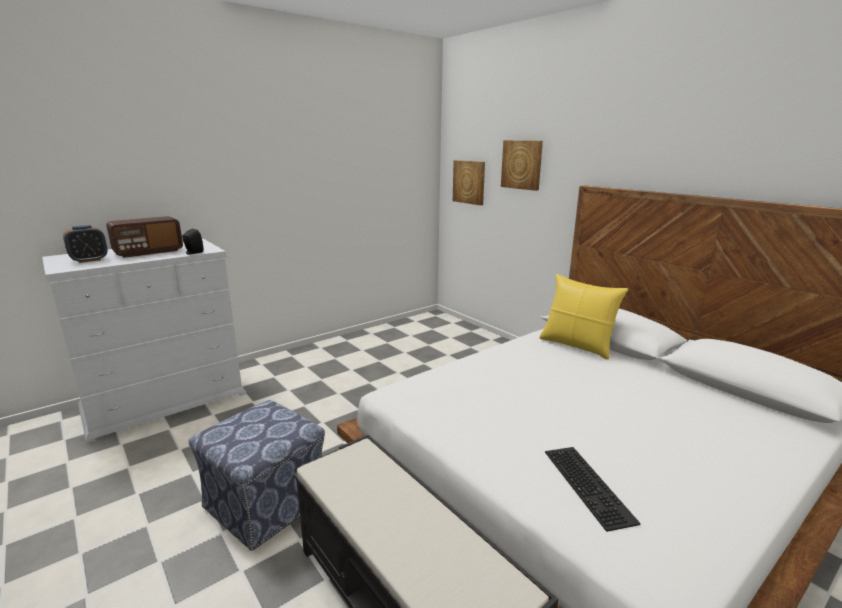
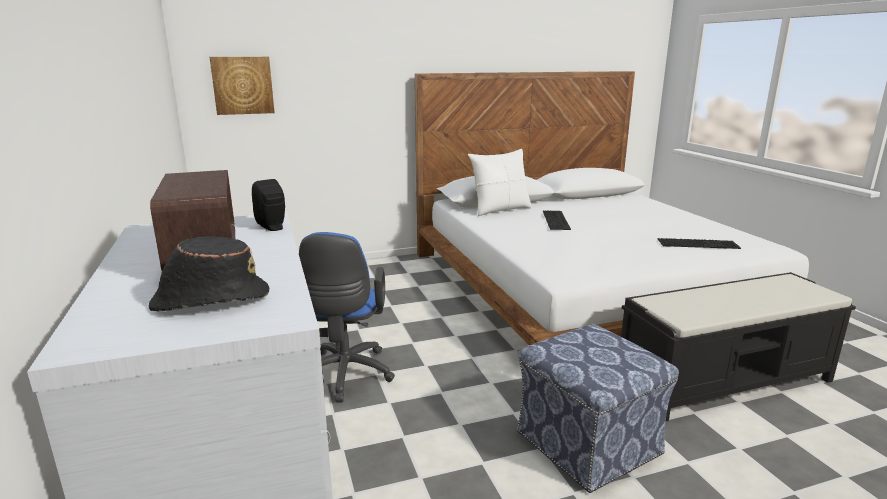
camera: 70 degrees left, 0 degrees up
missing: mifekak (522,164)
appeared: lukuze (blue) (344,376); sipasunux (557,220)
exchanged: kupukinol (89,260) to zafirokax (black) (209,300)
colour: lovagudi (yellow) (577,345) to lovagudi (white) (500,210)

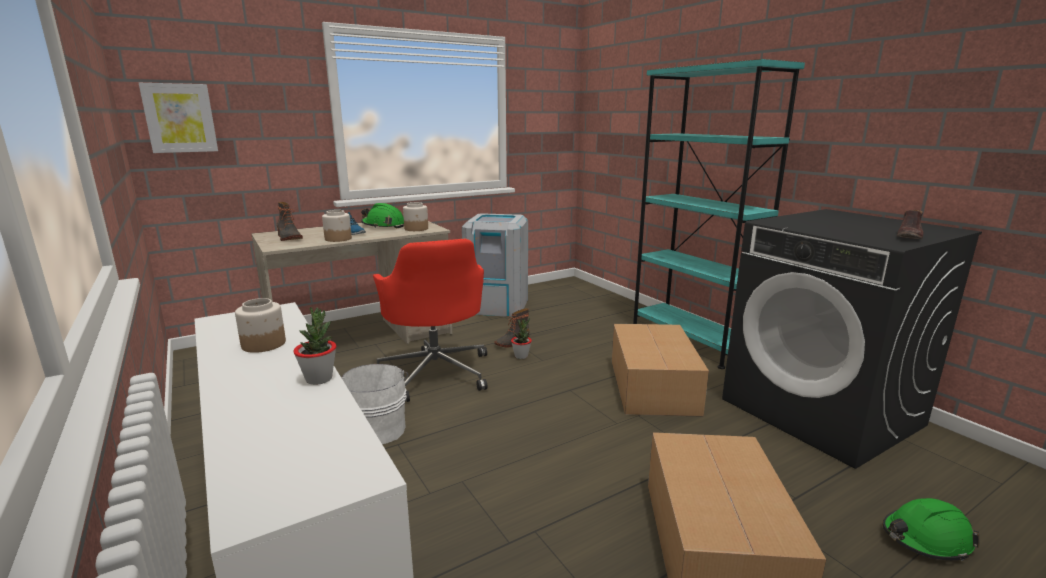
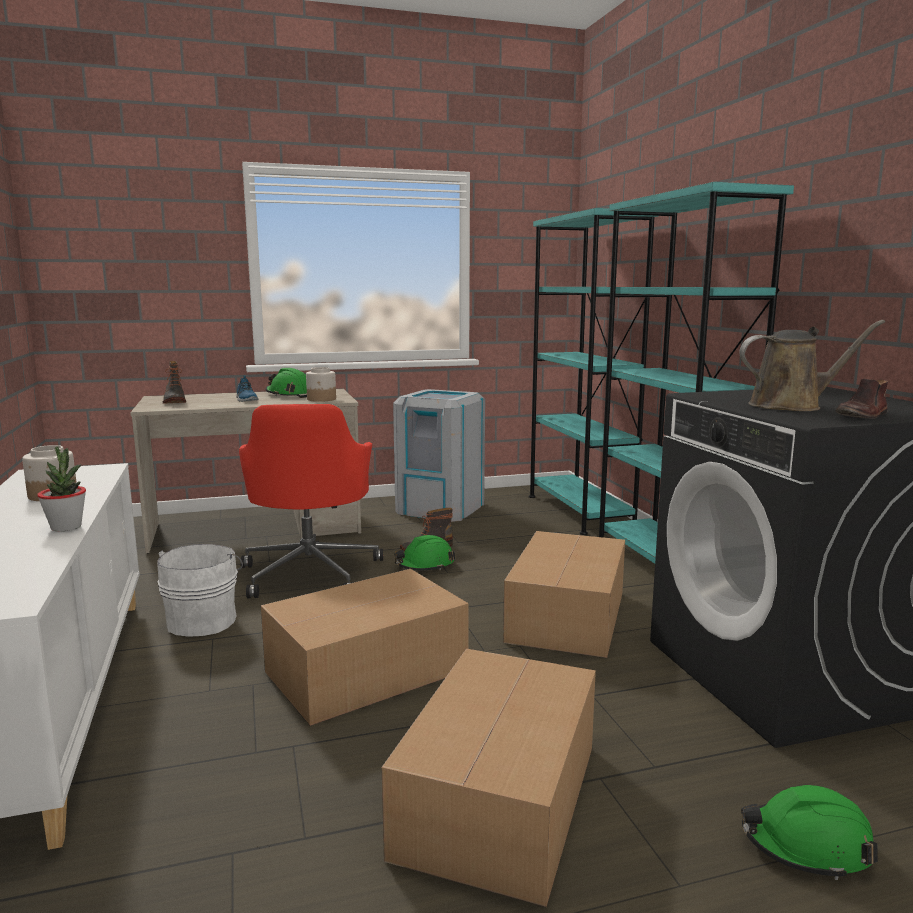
camera: 15 degrees right, 5 degrees down
missing: mifekak (180,118); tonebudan (338,239)
appeared: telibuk (370,671); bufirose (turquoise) (579,511); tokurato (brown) (791,406)
exchanged: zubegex (521,356) to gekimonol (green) (425,565)

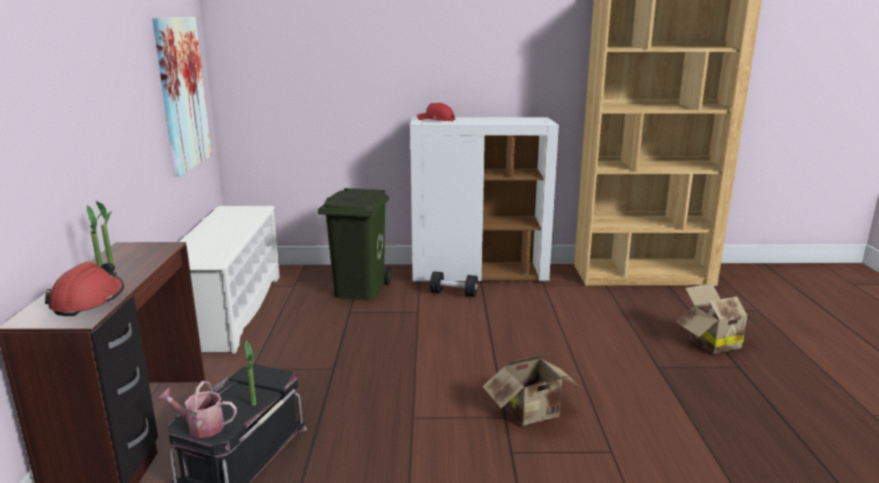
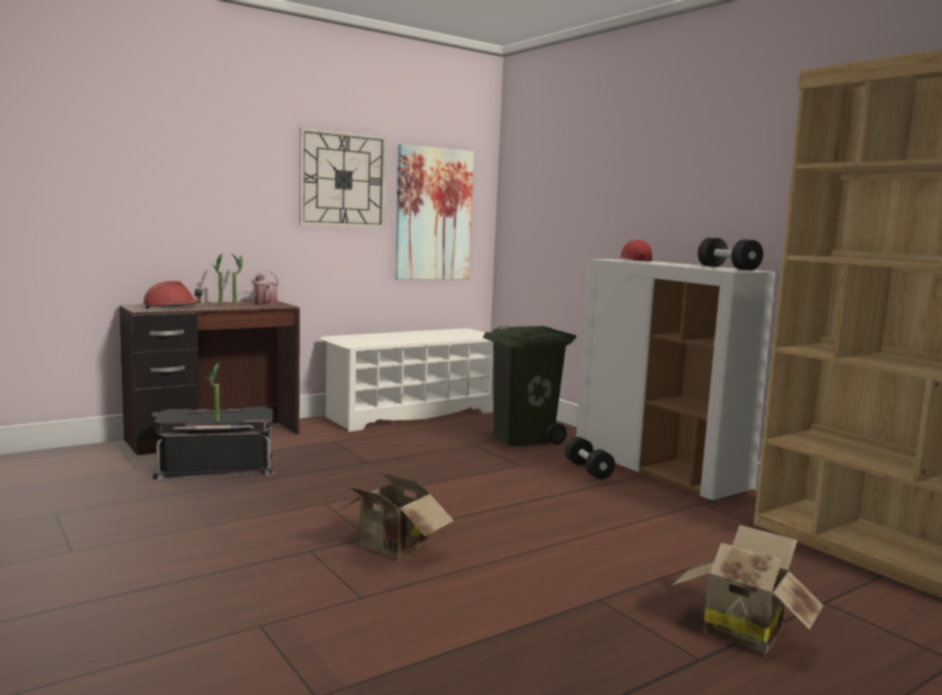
camera: 55 degrees right, 10 degrees down
appeared: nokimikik (342,179); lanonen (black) (728,268)
relocated: tokurato (201,427) to (265,303)

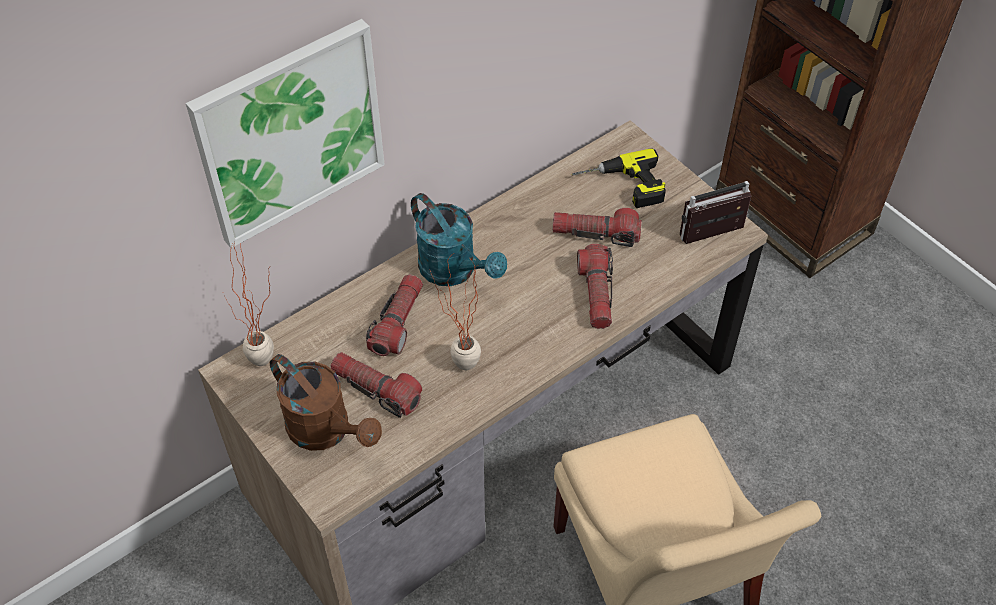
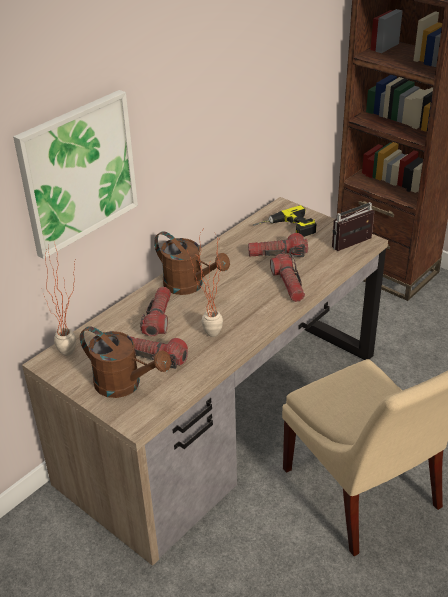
camera: 10 degrees left, 15 degrees down
colour: tokurato (turquoise) (455,271) to tokurato (brown) (189,286)

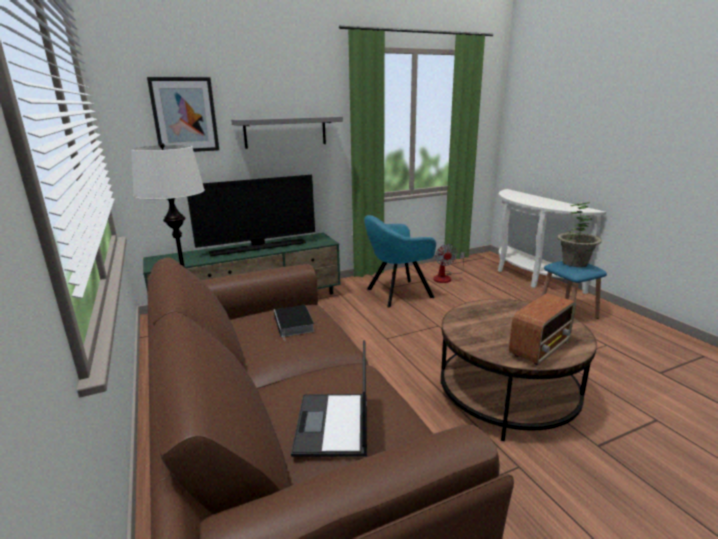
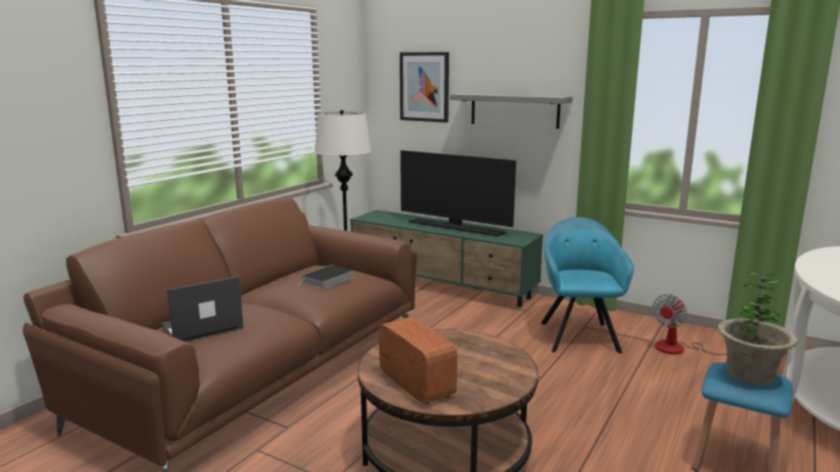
camera: 55 degrees right, 5 degrees down
spun: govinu (540,348) = (416,384) 135 degrees counterclockwise; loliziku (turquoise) (397,293) = (578,335) 60 degrees clockwise

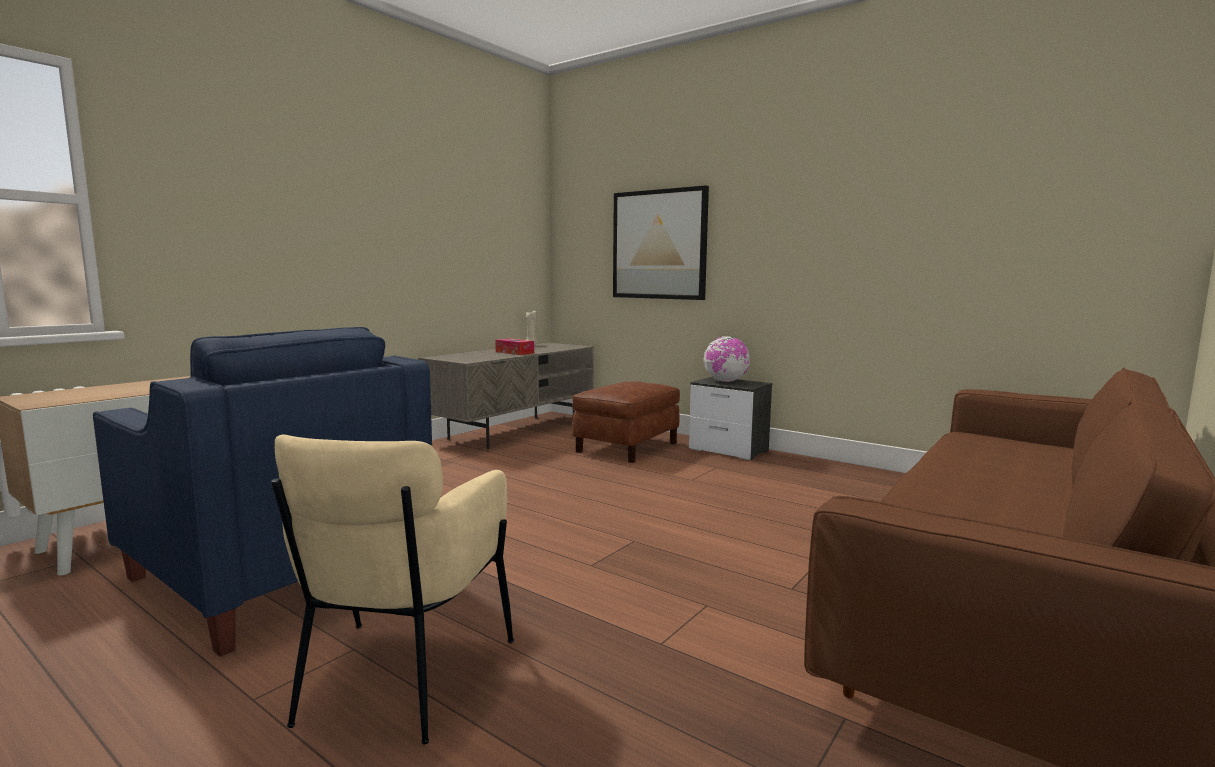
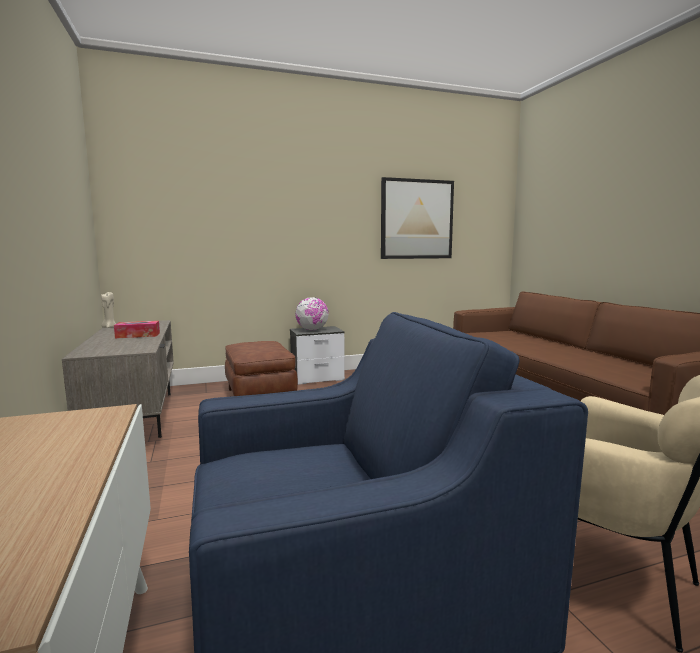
camera: 55 degrees left, 0 degrees up
relocated: mifekak (659,245) to (416,219)

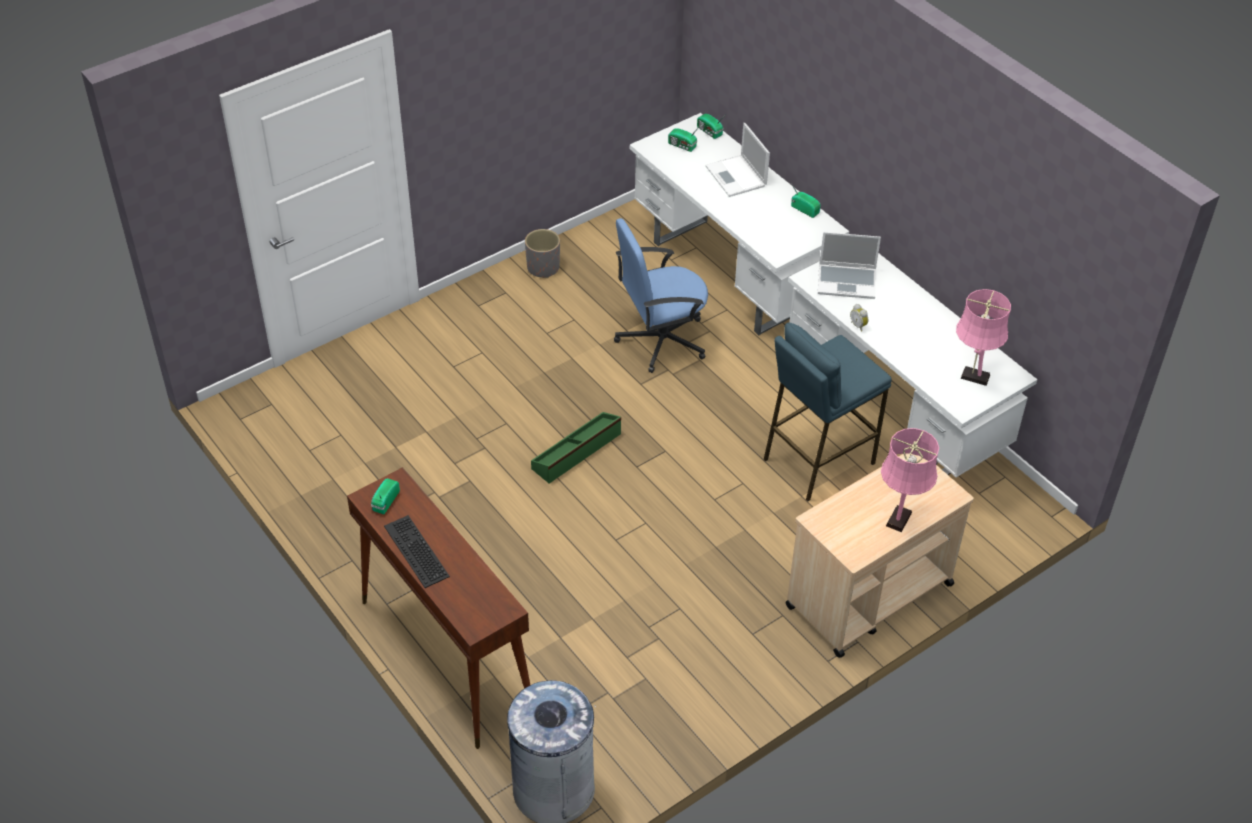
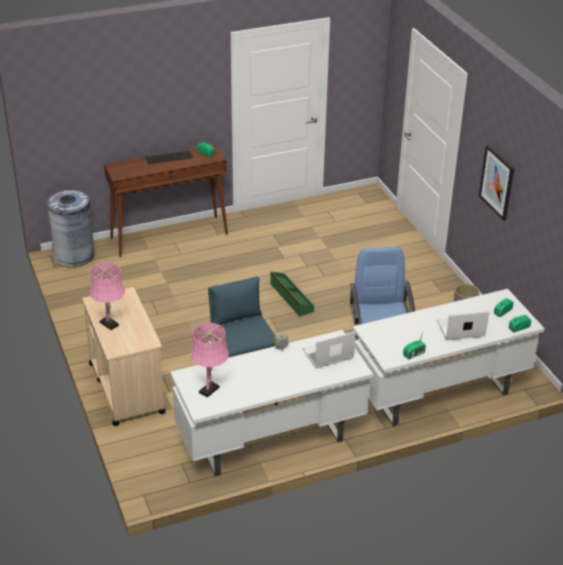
camera: 105 degrees right, 10 degrees down
appeared: mifekak (497,182)
spun: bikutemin (847,282) = (327,355) 45 degrees clockwise

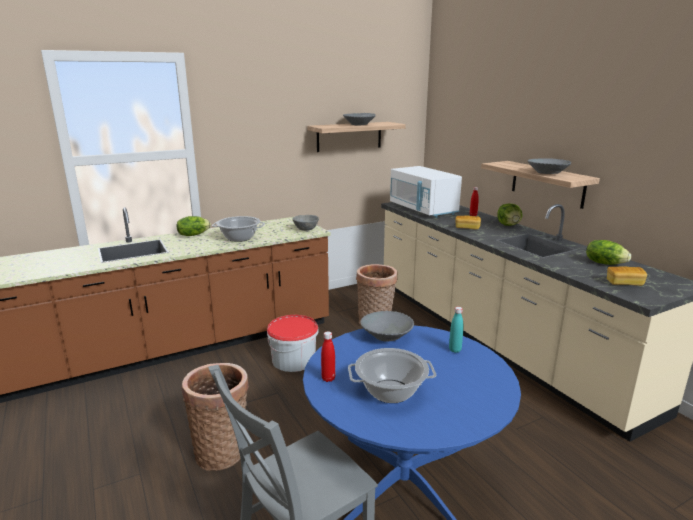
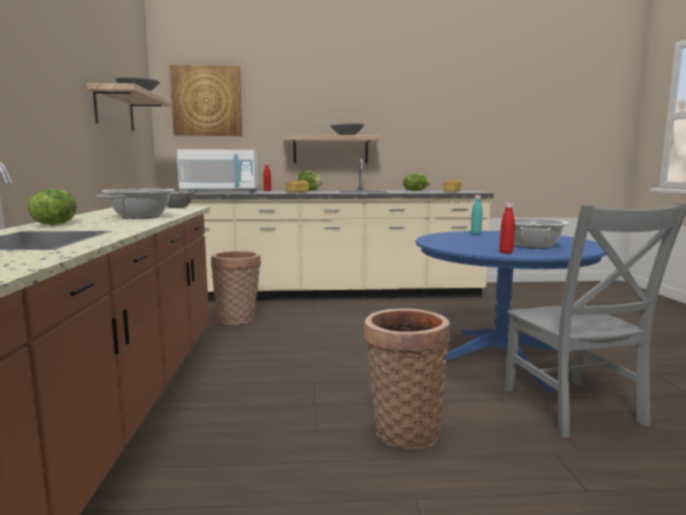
camera: 65 degrees left, 10 degrees down
missing: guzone (293,359); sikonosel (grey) (386,336)
appeared: mifekak (207,101)

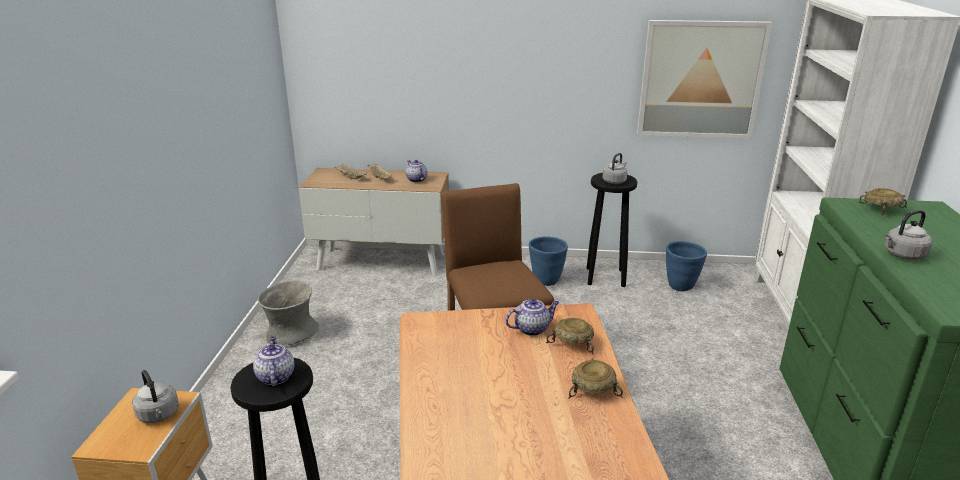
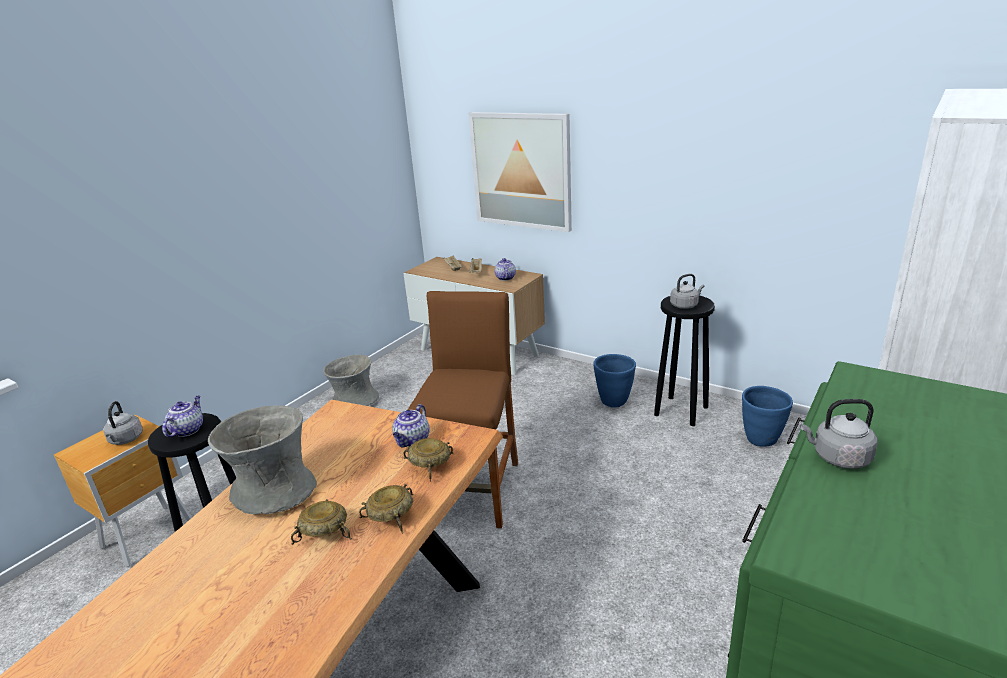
camera: 30 degrees right, 0 degrees up
appeared: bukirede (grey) (274,491)
relocated: sikonosel (beige) (882,210) to (325,533); mifekak (700,80) to (521,171)
spun: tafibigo (532,329) = (412,441) 105 degrees clockwise

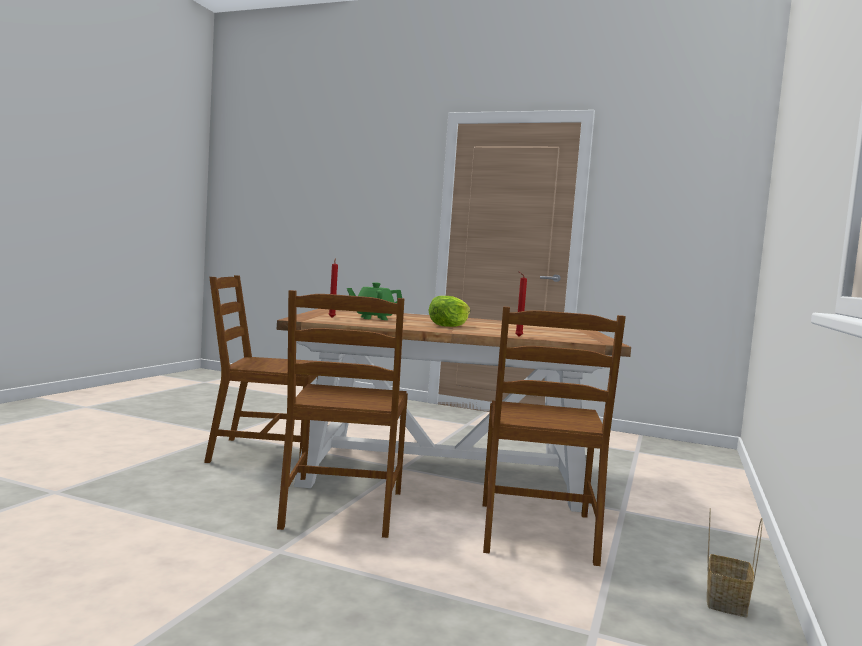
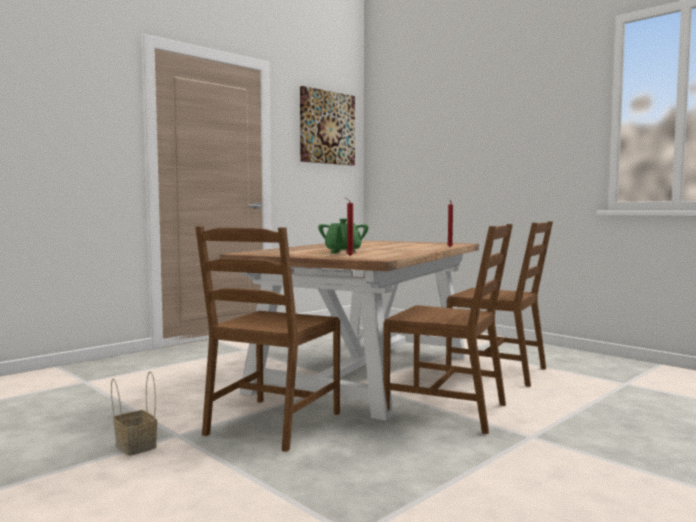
camera: 65 degrees left, 0 degrees up
missing: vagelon (448,326)
appeared: mifekak (326,128)
relocated: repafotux (725,601) to (134,446)

